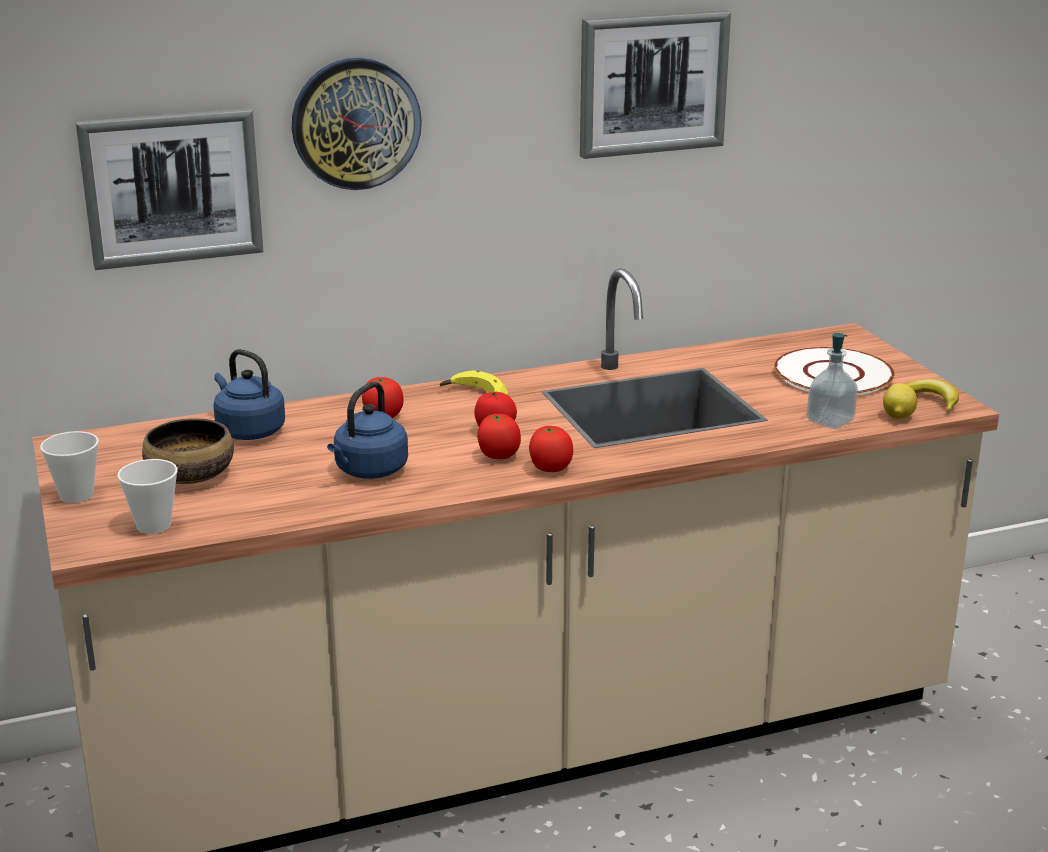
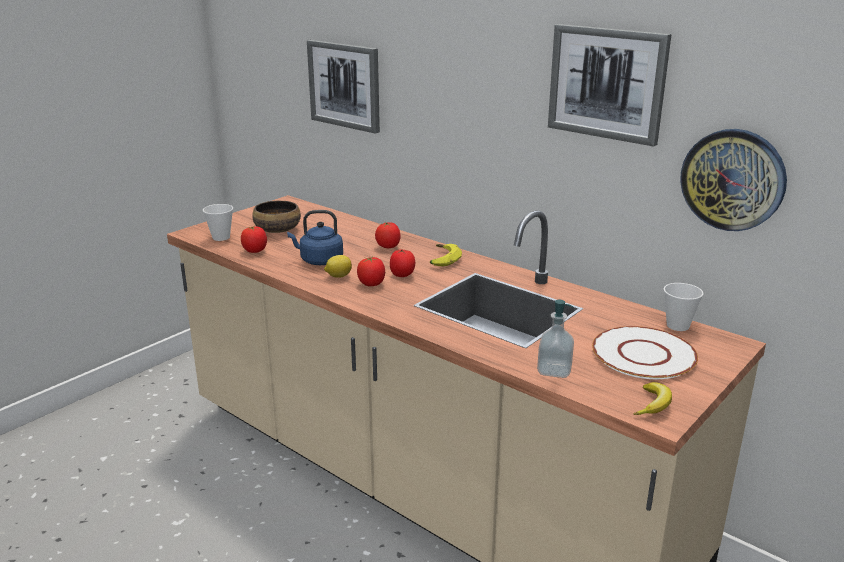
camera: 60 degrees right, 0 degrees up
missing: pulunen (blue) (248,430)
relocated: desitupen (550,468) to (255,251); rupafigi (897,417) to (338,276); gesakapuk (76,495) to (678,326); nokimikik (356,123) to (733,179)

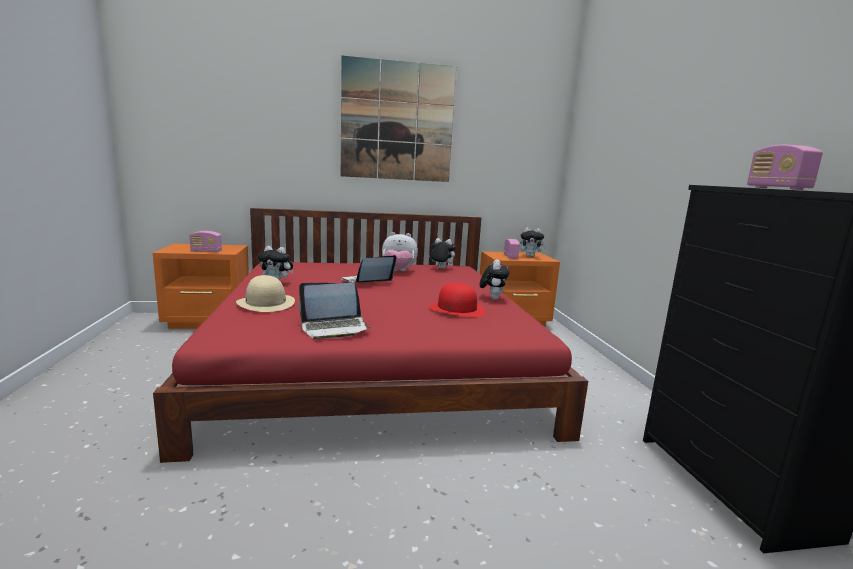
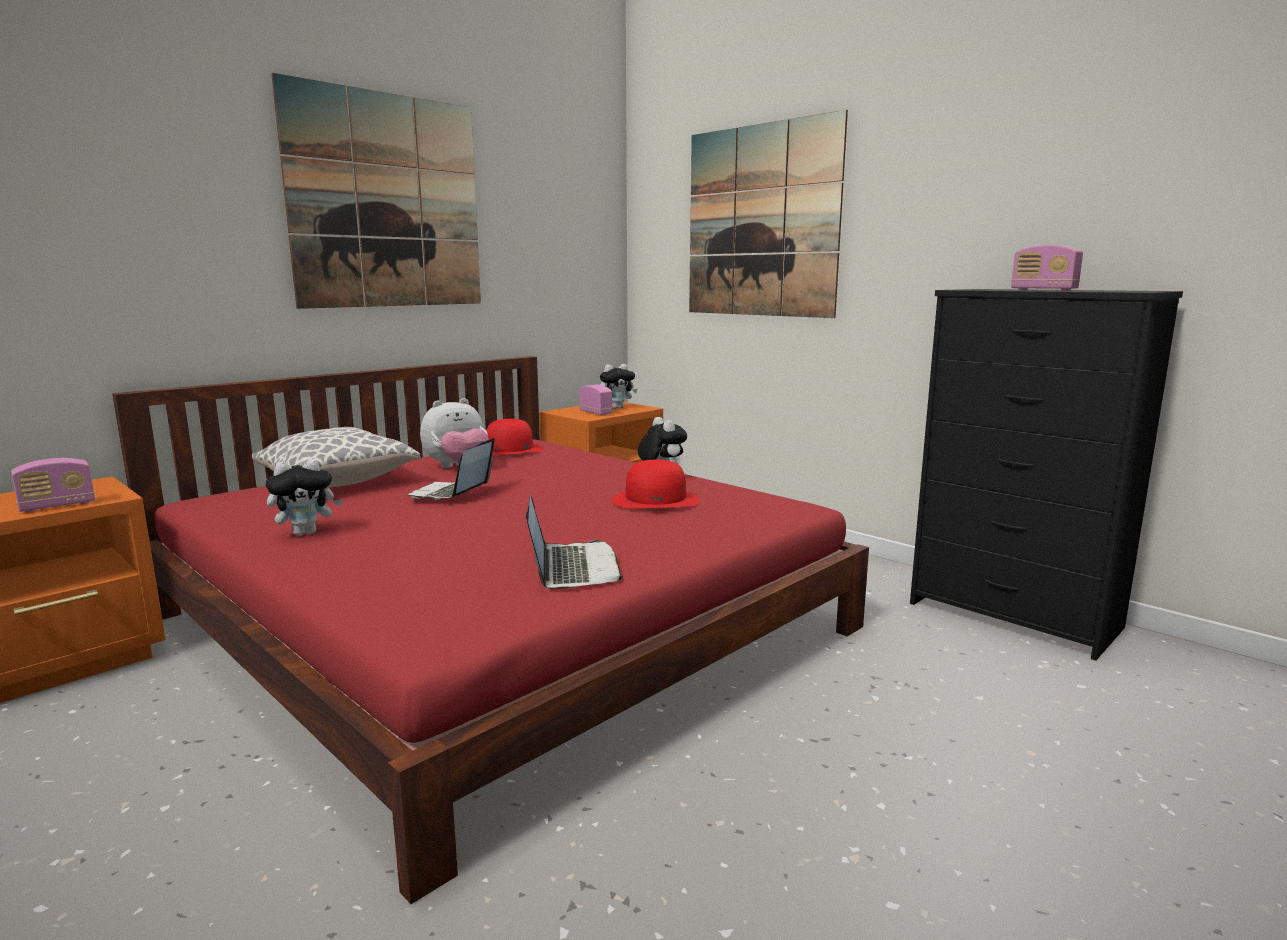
camera: 35 degrees left, 0 degrees up
missing: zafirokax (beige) (266,303)
appeared: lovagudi (338,483); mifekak (761,222)
exchanged: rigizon (440,268) to zafirokax (red) (509,450)
spun: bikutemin (334,328) = (572,568) 45 degrees counterclockwise

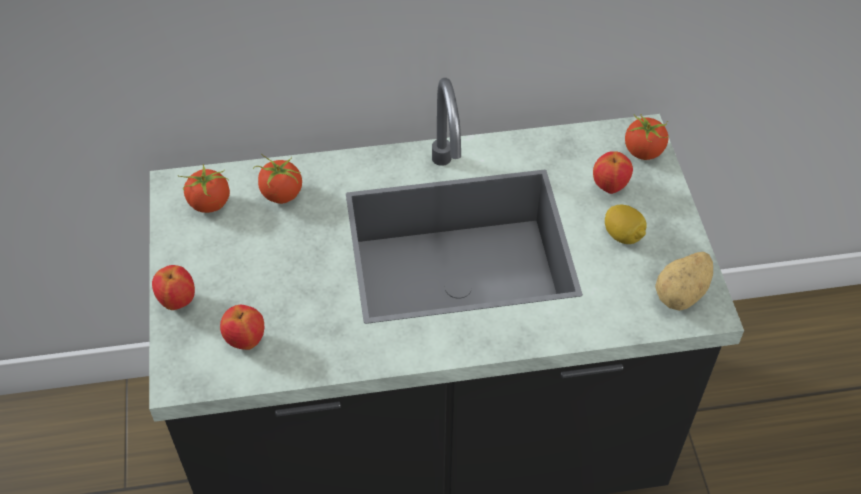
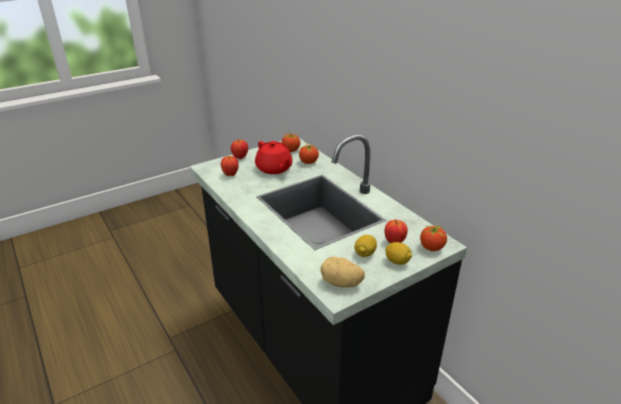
camera: 65 degrees right, 20 degrees down
appeared: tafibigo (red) (274,169); rupafigi (397,261)

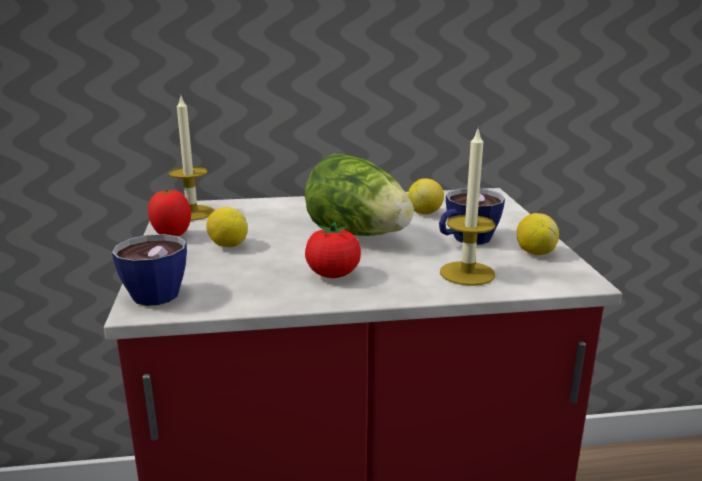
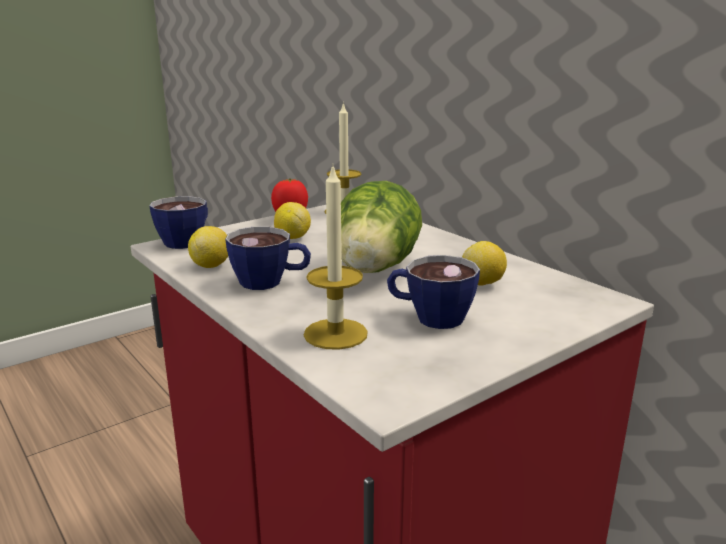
camera: 60 degrees right, 0 degrees up
relocated: rupafigi (535,252) to (211,265)
exchanged: desitupen (333,275) to gesakapuk (271,282)

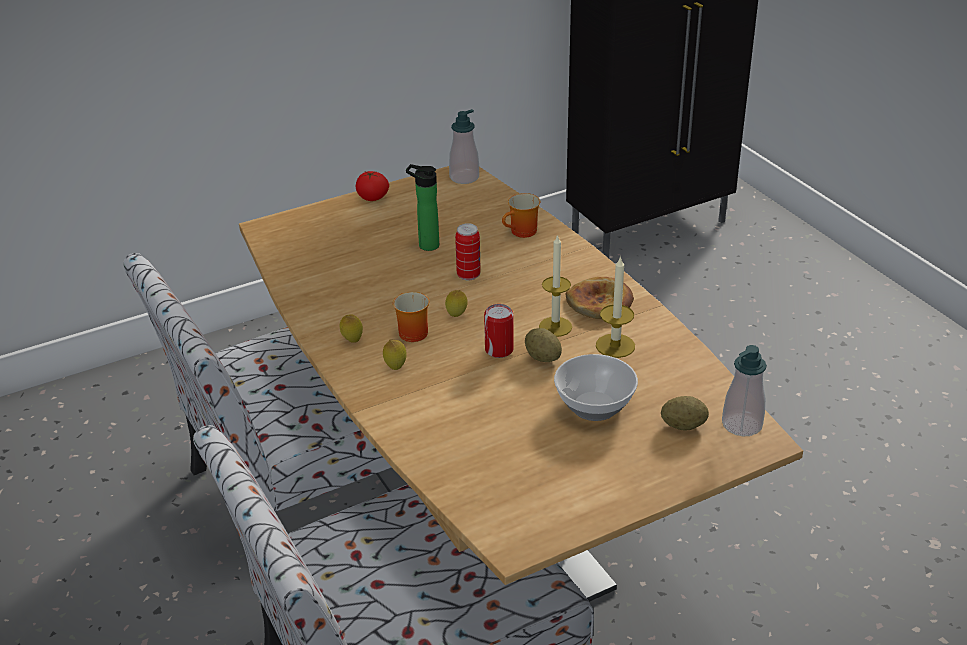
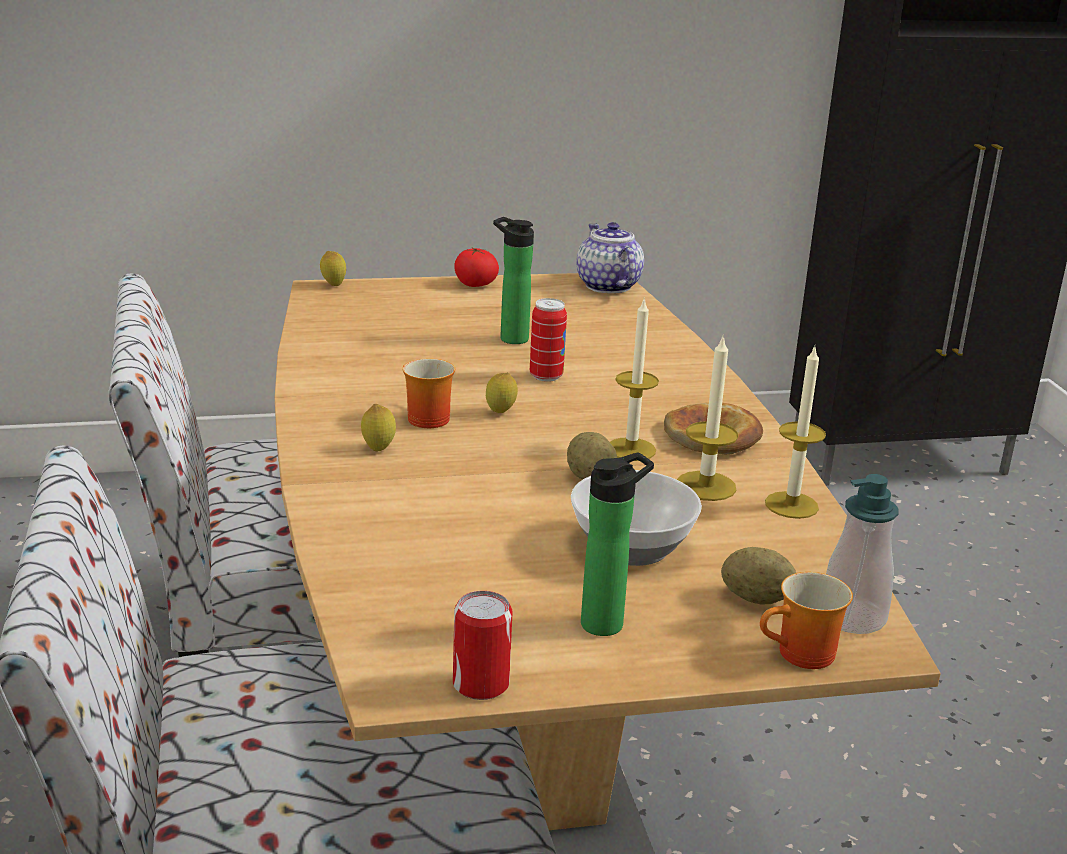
camera: 15 degrees right, 10 degrees down
appeared: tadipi (607,623); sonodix (791,505)
relocated: rupafigi (352,341) to (333,285); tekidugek (499,350) to (480,684); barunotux (522,233) to (803,657)
exchanged: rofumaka (464,177) to tafibigo (606,285)

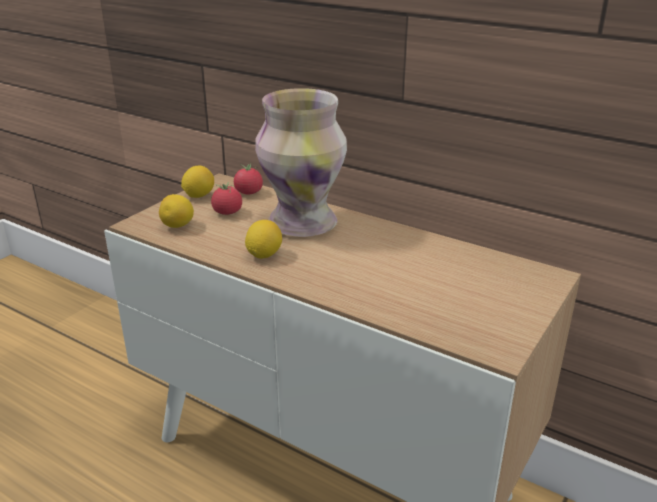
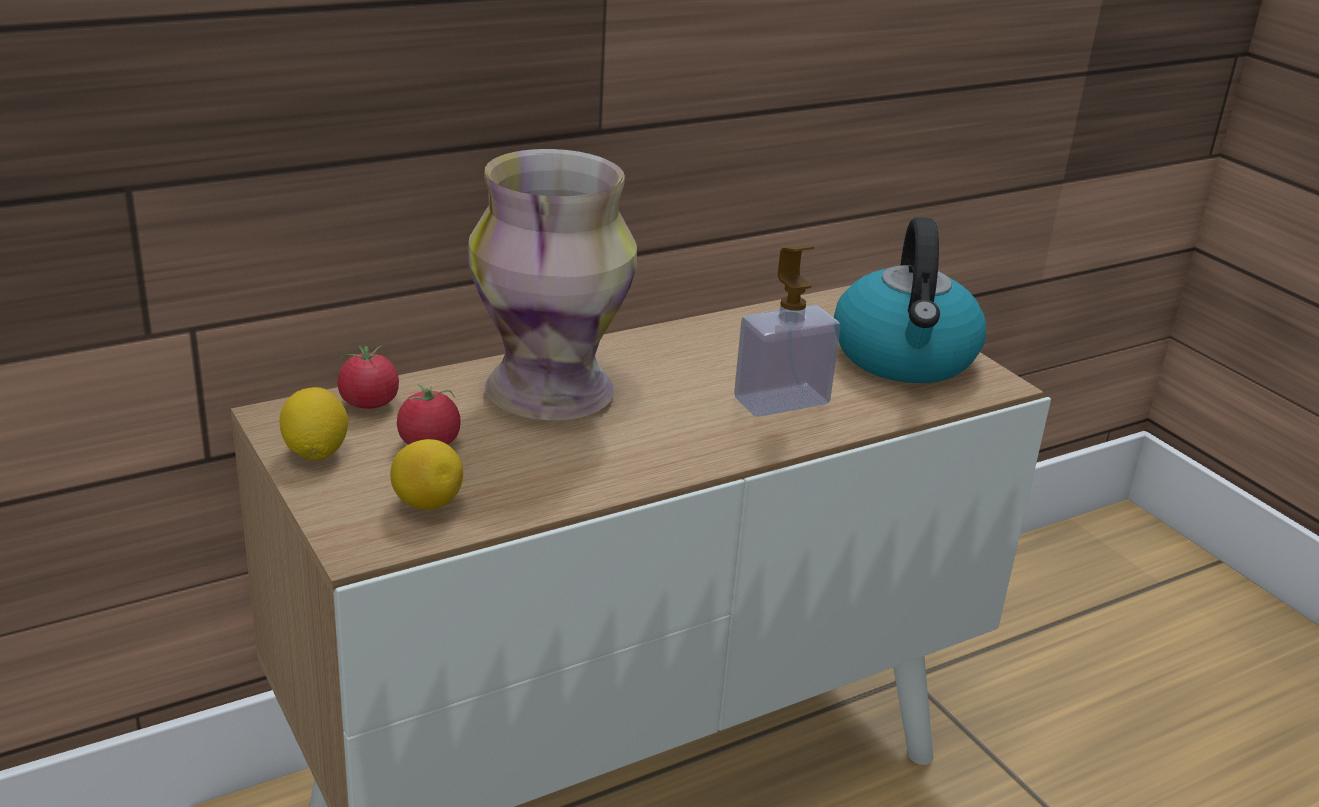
camera: 65 degrees left, 0 degrees up
missing: rupafigi (264,255)
appeared: rofumaka (781,401); pulunen (905,358)

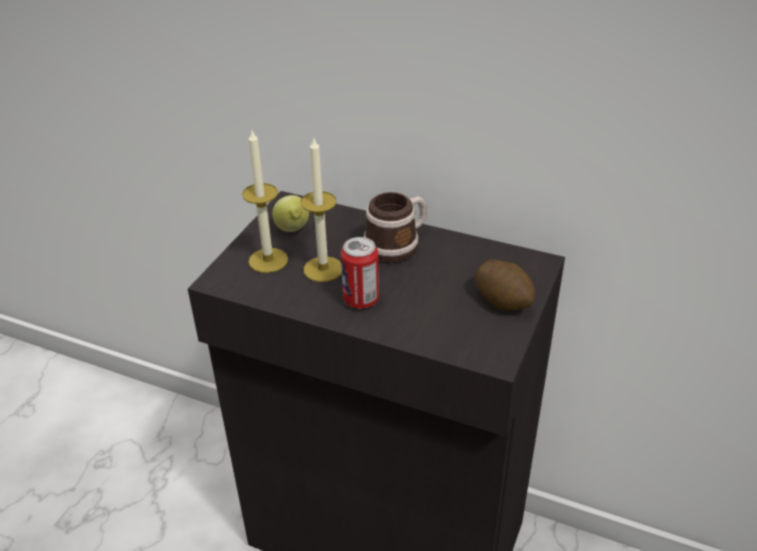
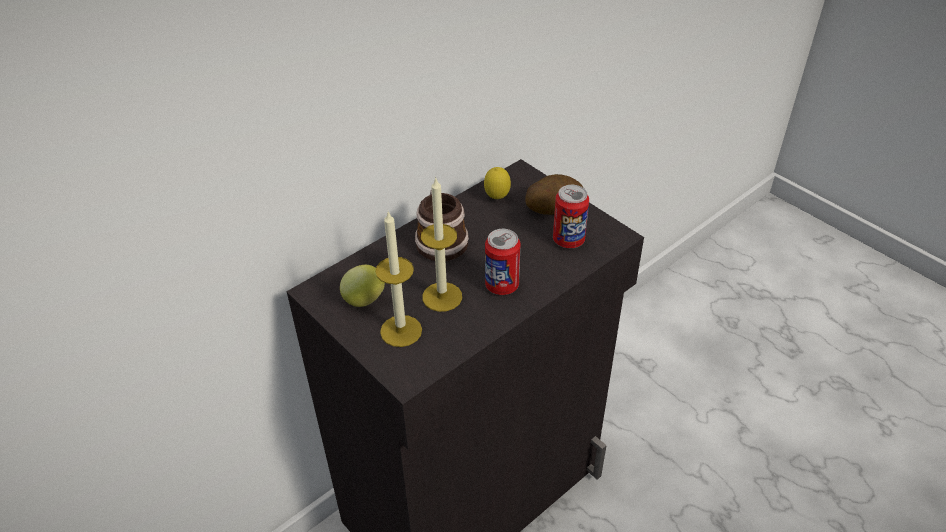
camera: 65 degrees left, 5 degrees up
appeared: rupafigi (497,198); tekidugek (568,240)

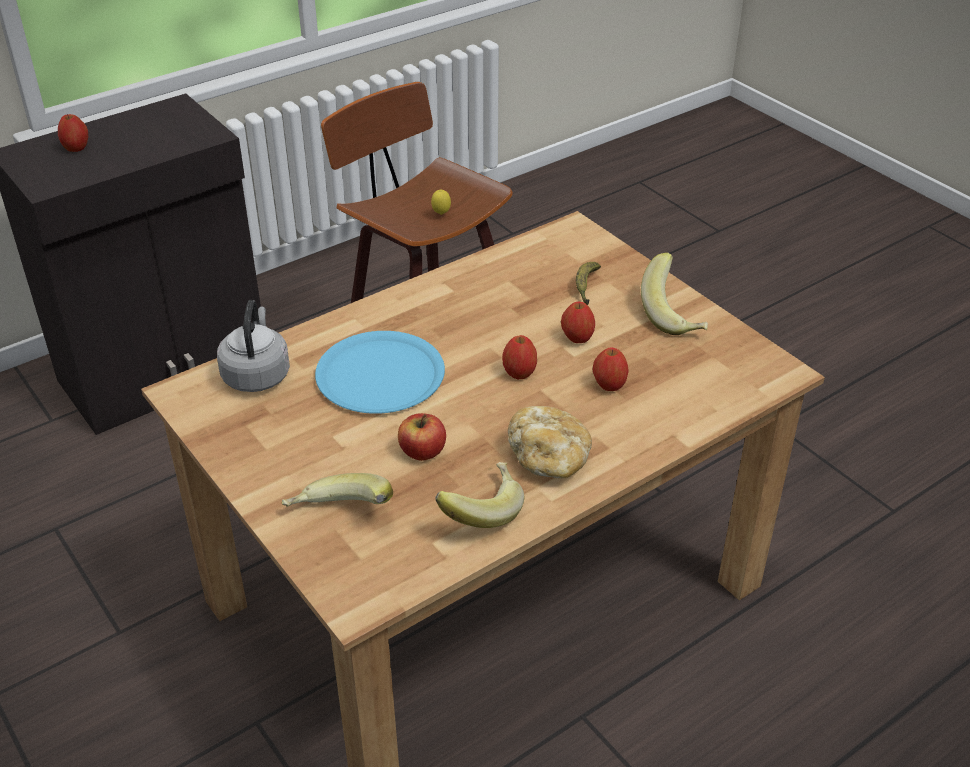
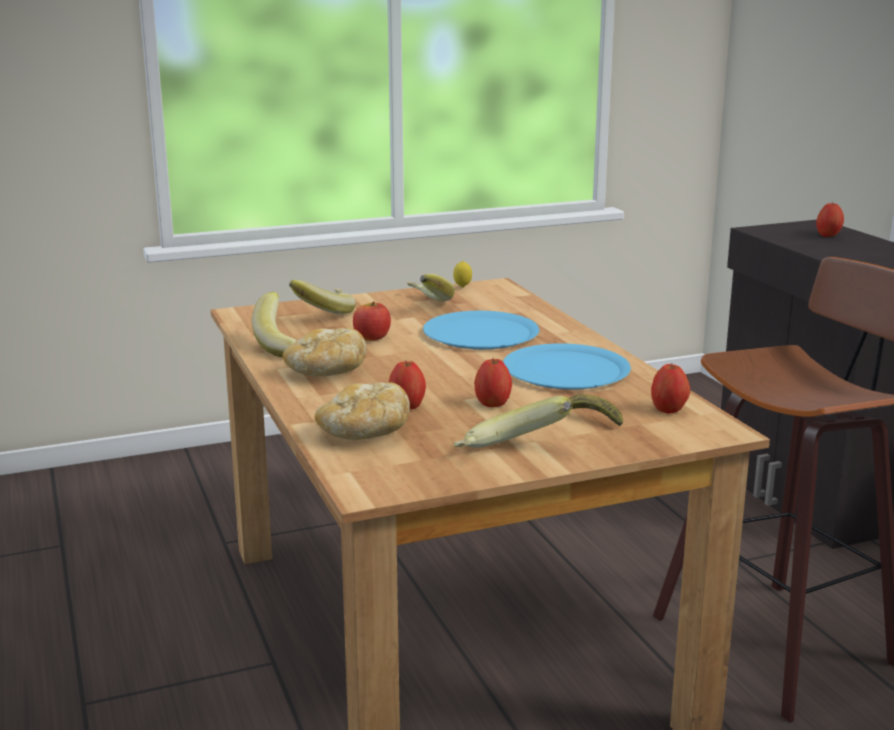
camera: 105 degrees right, 20 degrees down
missing: pulunen (grey) (257,374)
appeared: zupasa (364,434); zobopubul (424,305); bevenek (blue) (566,370)
relocated: rupafigi (441,214) to (462,287); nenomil (519,373) to (668,409)

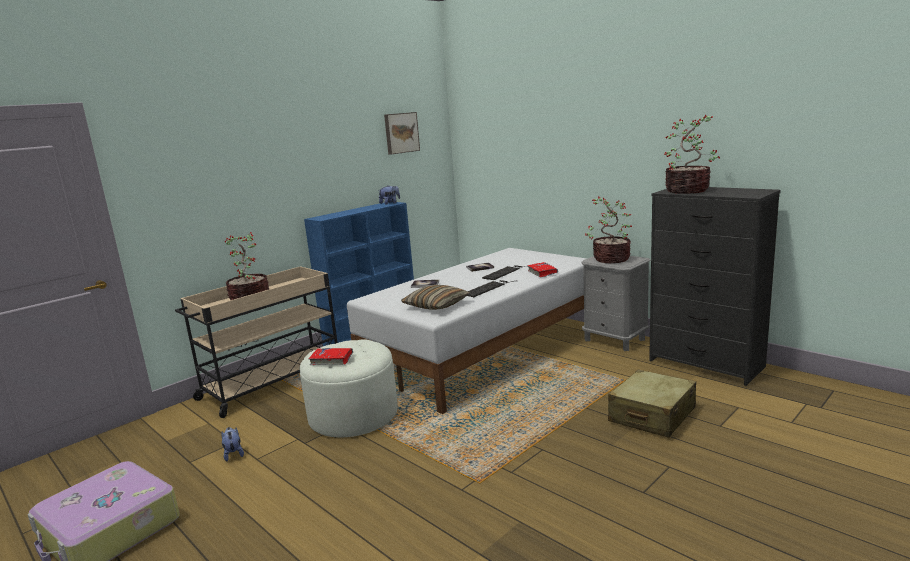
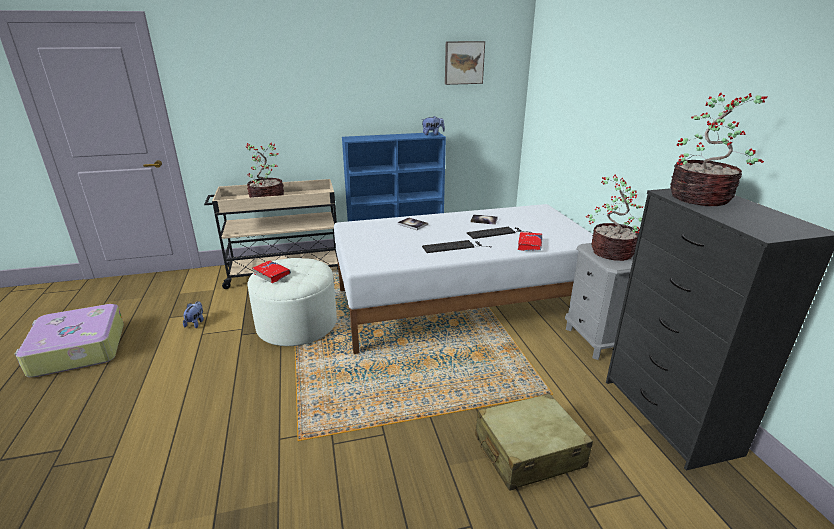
camera: 30 degrees right, 10 degrees up
missing: lovagudi (436,305)

